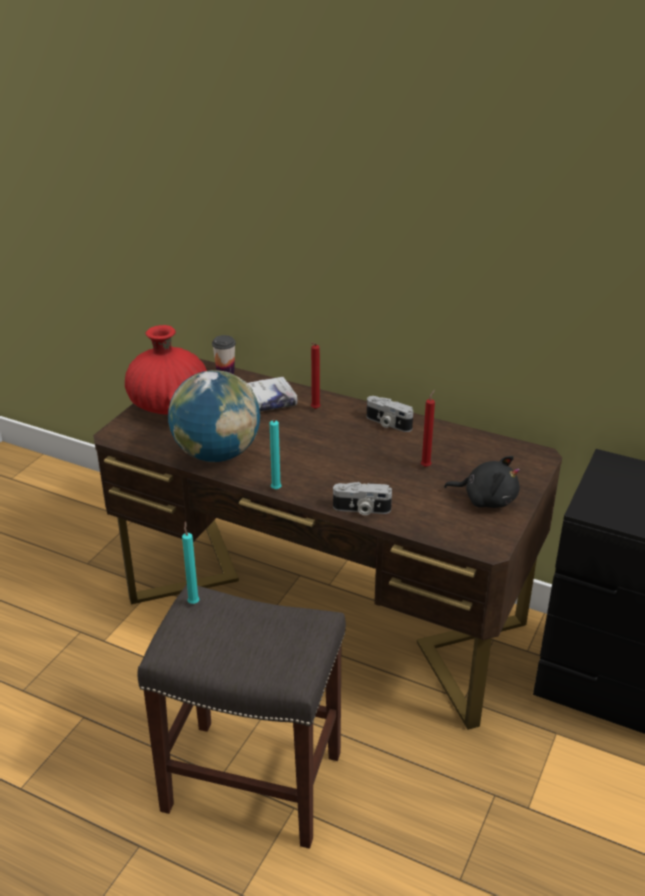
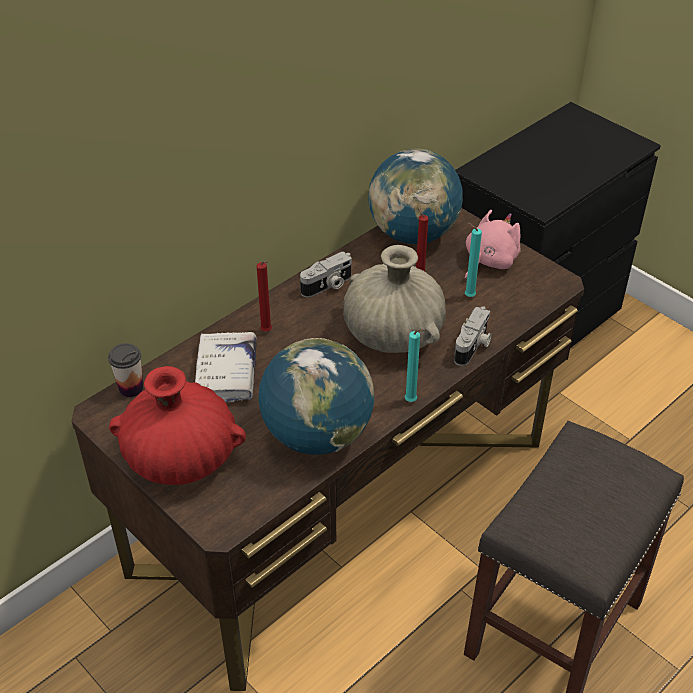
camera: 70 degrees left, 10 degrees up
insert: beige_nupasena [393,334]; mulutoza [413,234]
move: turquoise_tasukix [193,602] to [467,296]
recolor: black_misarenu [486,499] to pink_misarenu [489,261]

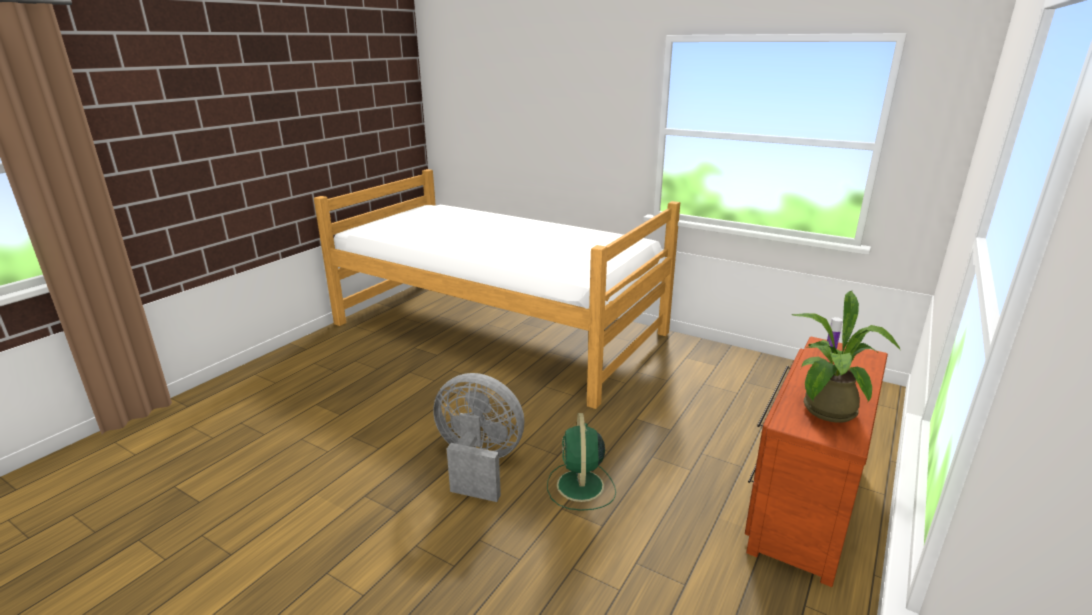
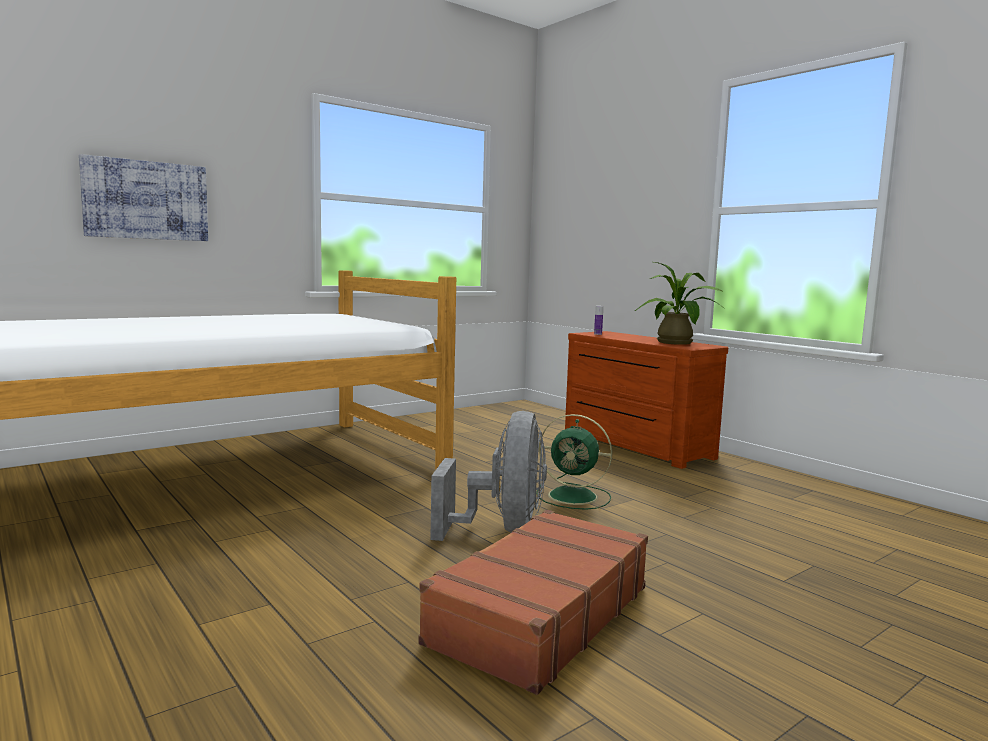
camera: 70 degrees left, 15 degrees down
insert: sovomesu [146,200]; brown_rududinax [539,615]
rotate: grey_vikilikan [479,464] = [502,529] 150 degrees clockwise

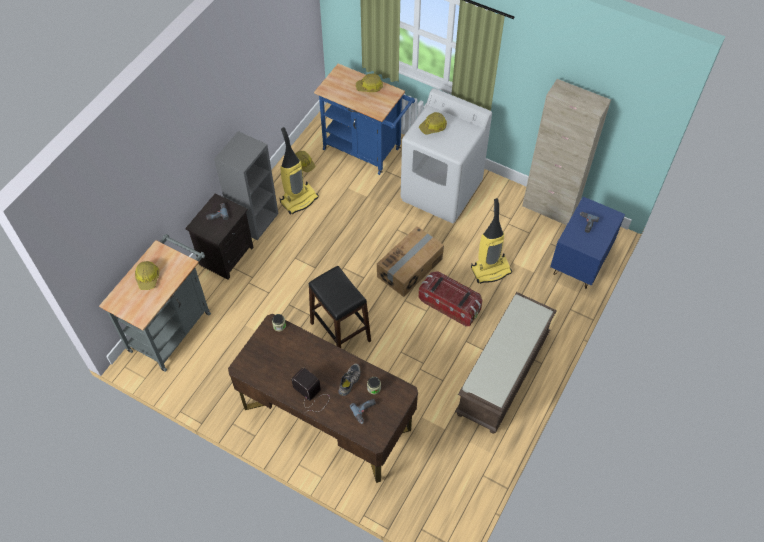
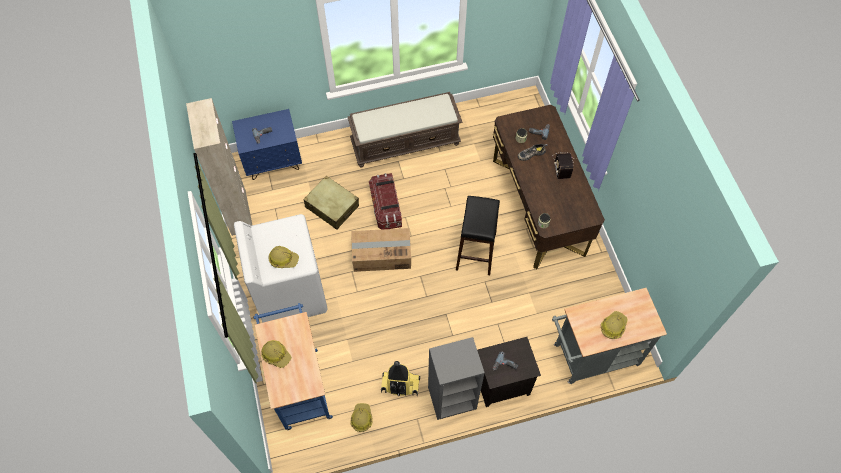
camera: 135 degrees left, 5 degrees up
replace: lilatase [491,270] to beige_rududinax [332,207]

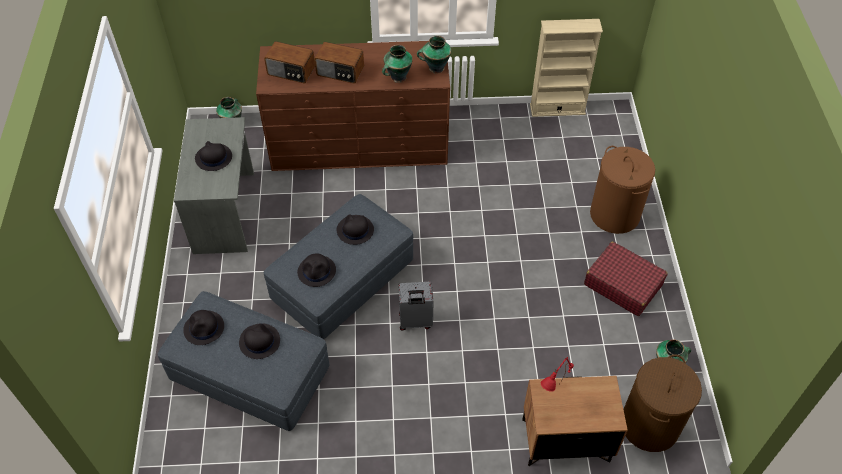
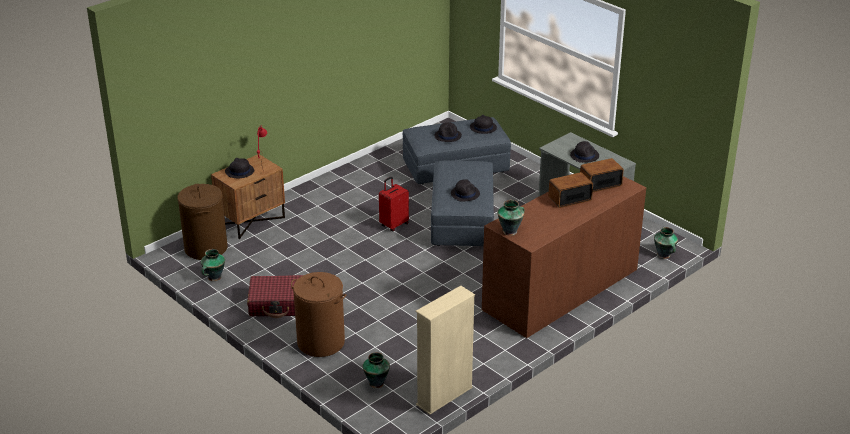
camera: 140 degrees right, 20 degrees down
move: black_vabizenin [317,271] to [239,171]; nupasena [397,78] to [376,382]
recolor: grey_rududinax [415,322] to red_rududinax [394,224]

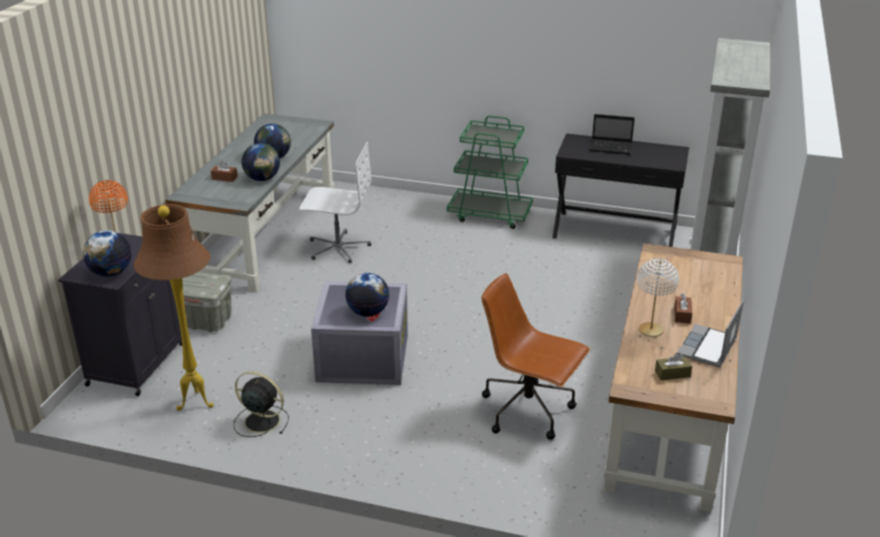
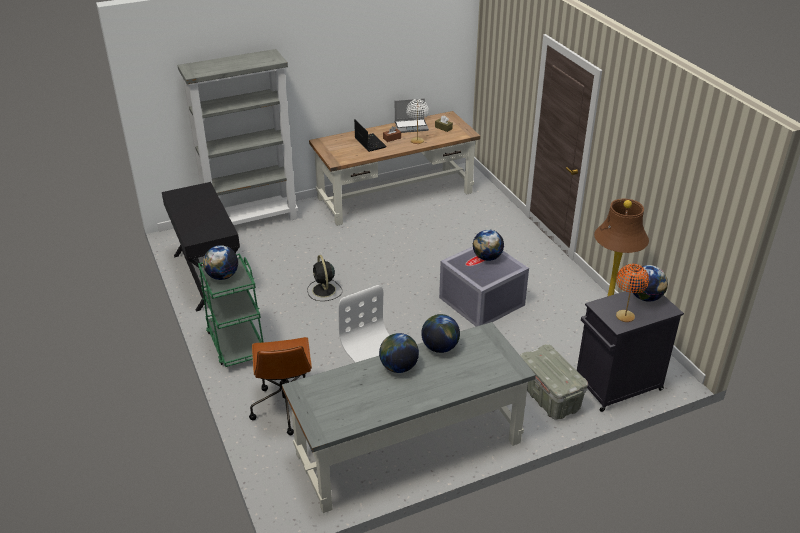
camera: 130 degrees left, 5 degrees up
delete: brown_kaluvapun [224,178]
insert: mulutoza [222,276]
move: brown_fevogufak [529,411] to [286,406]; black_vikilikan [260,421] to [324,291]; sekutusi [611,147] to [369,143]

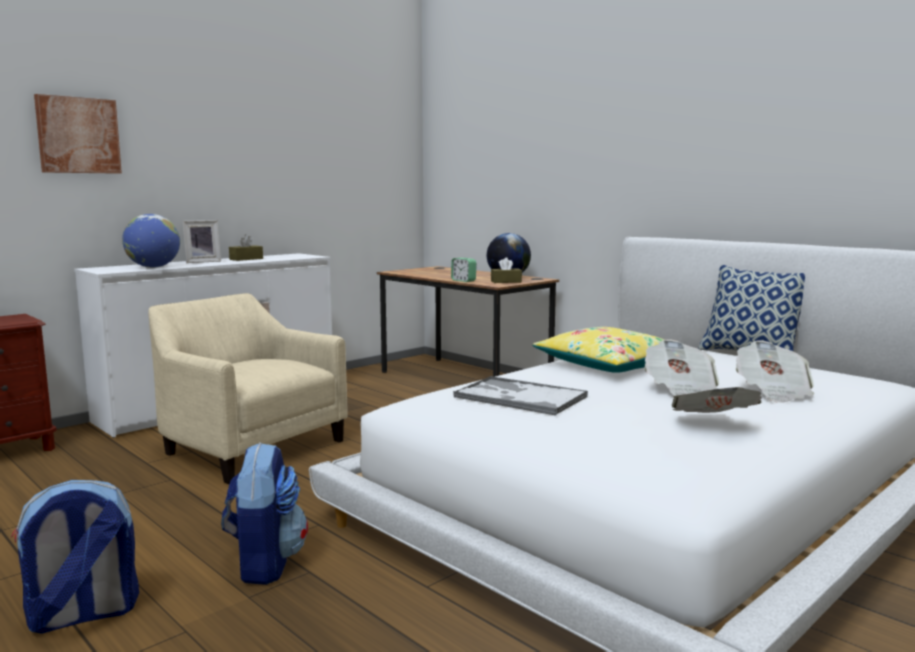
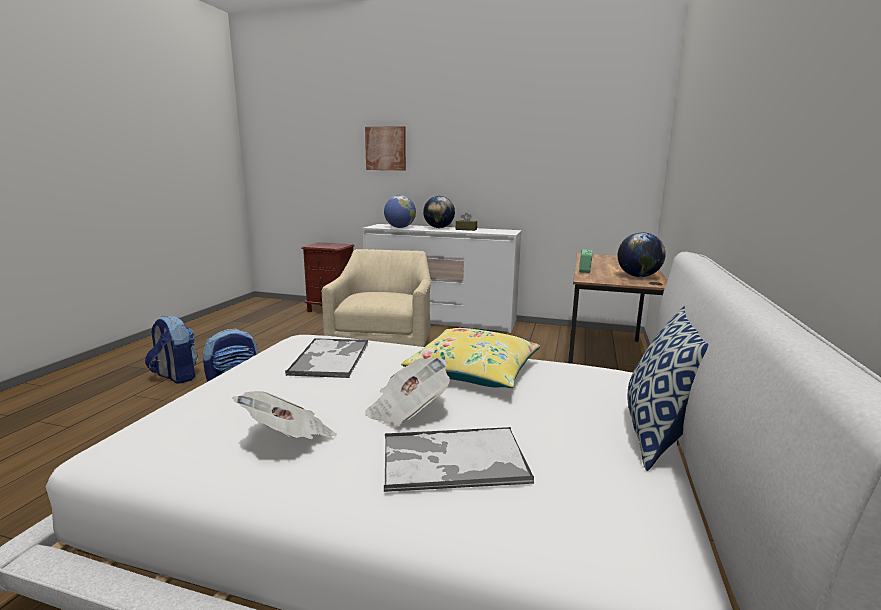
camera: 60 degrees right, 5 degrees up
delete: brown_kaluvapun [506,281]
replace: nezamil [772,392] to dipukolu [452,460]; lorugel [202,261] to mulutoza [438,228]

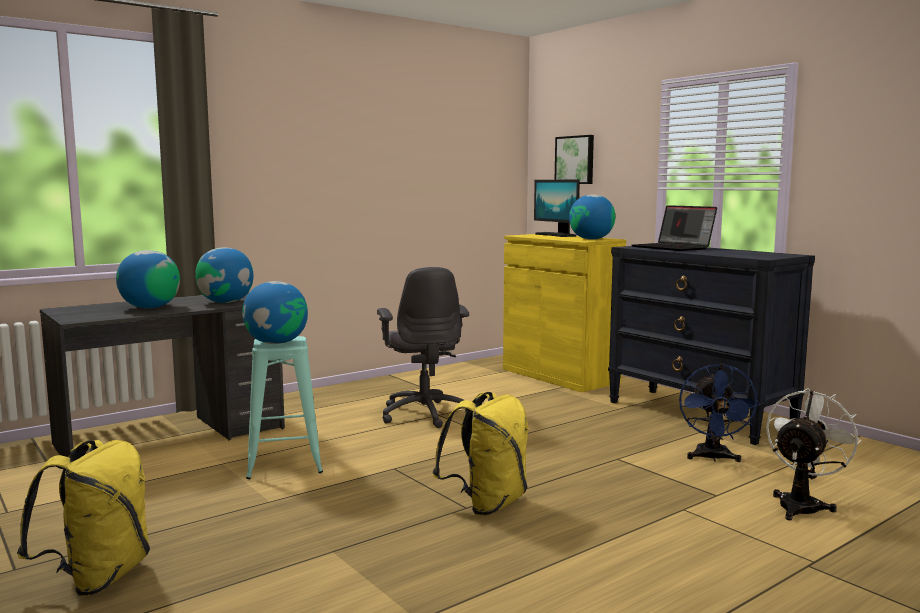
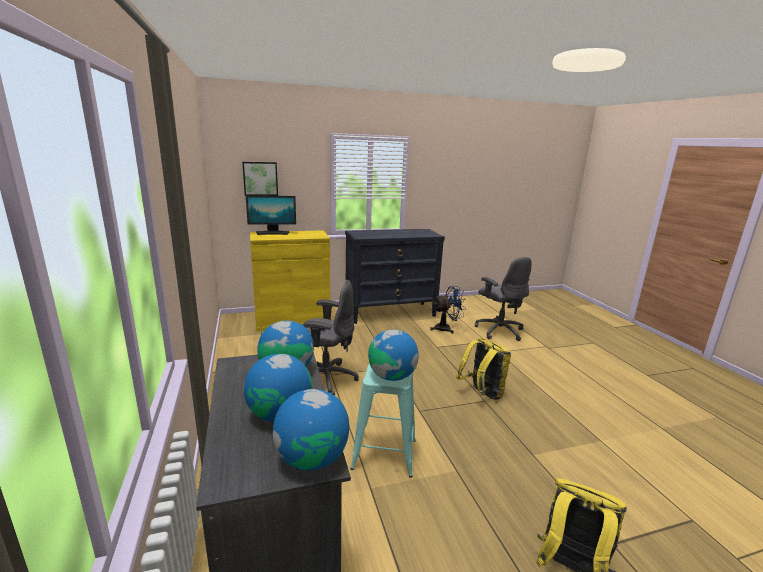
camera: 70 degrees left, 10 degrees up
delete: sekutusi [673,248]
move: mulutoza [591,239] to [312,458]
replace: white_vikilikan [802,505] to grey_fevogufak [499,331]
rotate: blue_vikilikan [713,458] = [446,328] 45 degrees counterclockwise

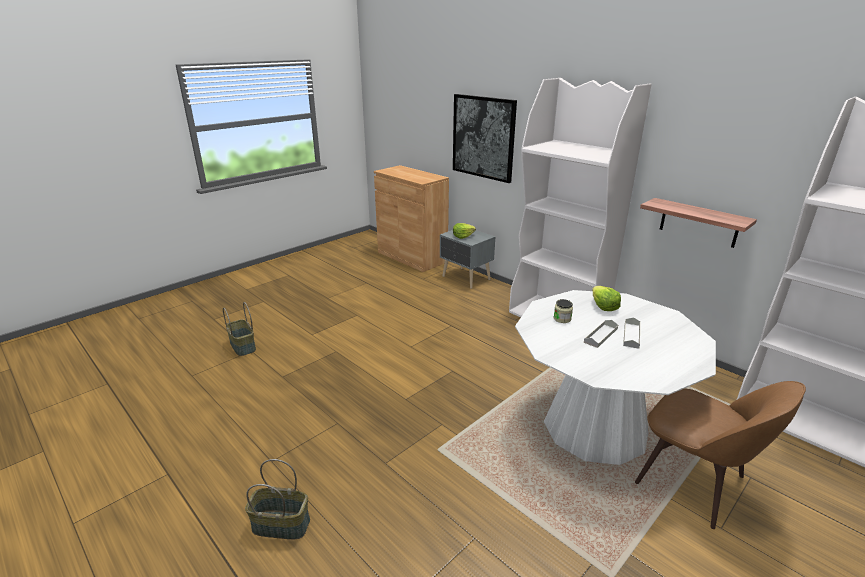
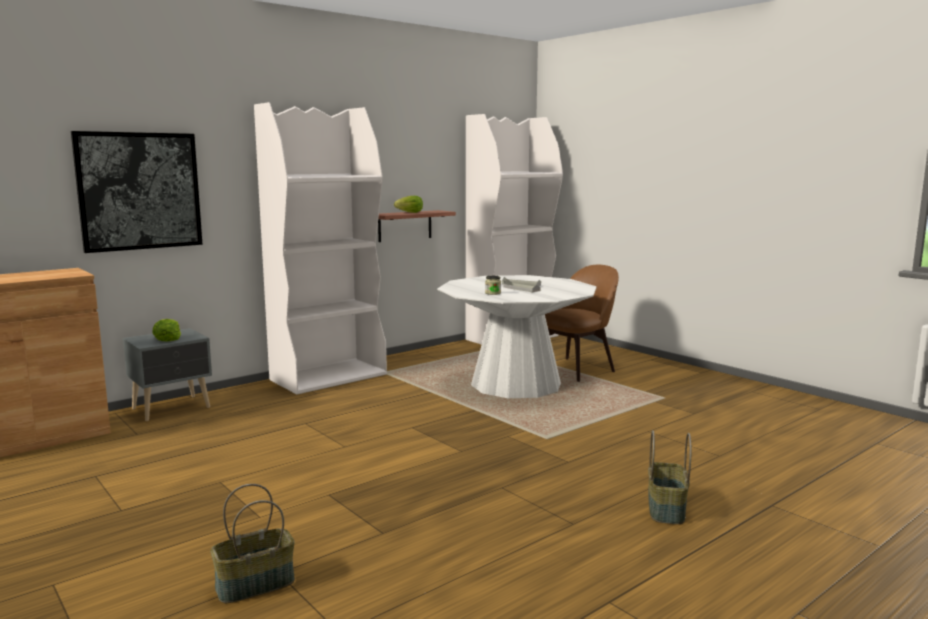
camera: 85 degrees left, 15 degrees down
move: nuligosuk [603,307] to [410,212]

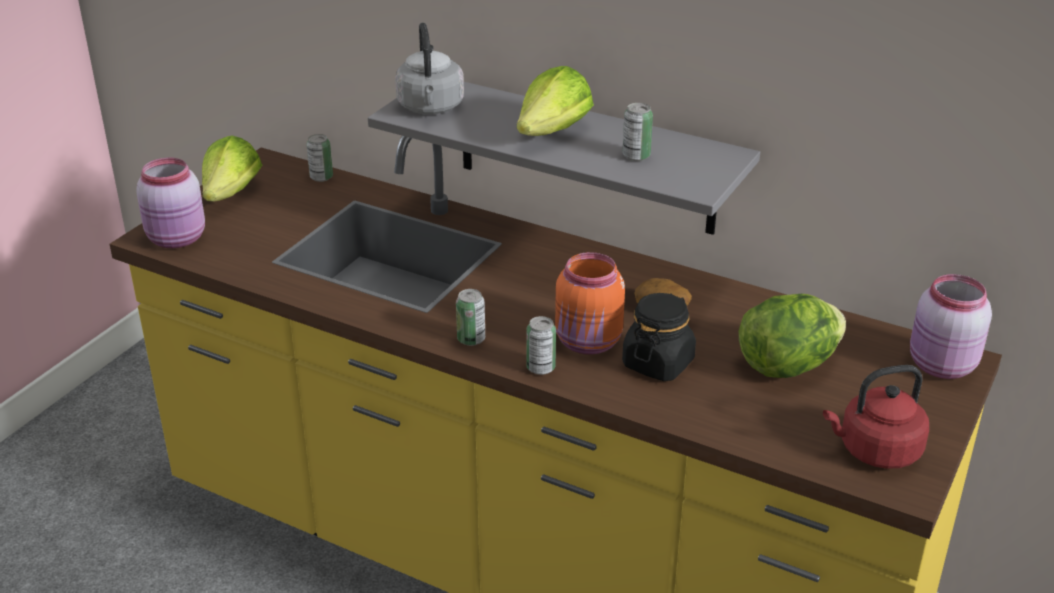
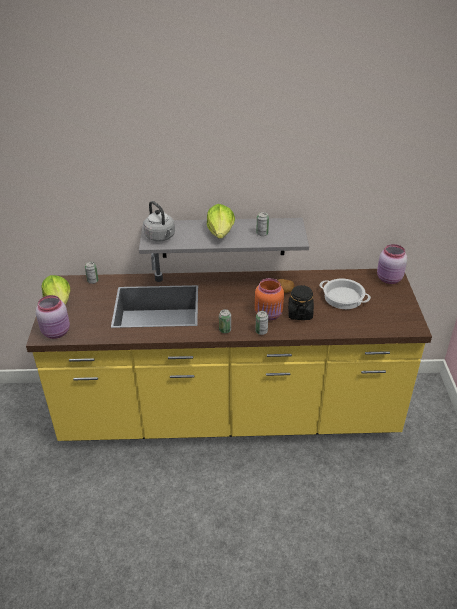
camera: 30 degrees left, 5 degrees up
delete: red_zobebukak [875,451]
replace: nuligosuk [787,366] to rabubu [342,298]

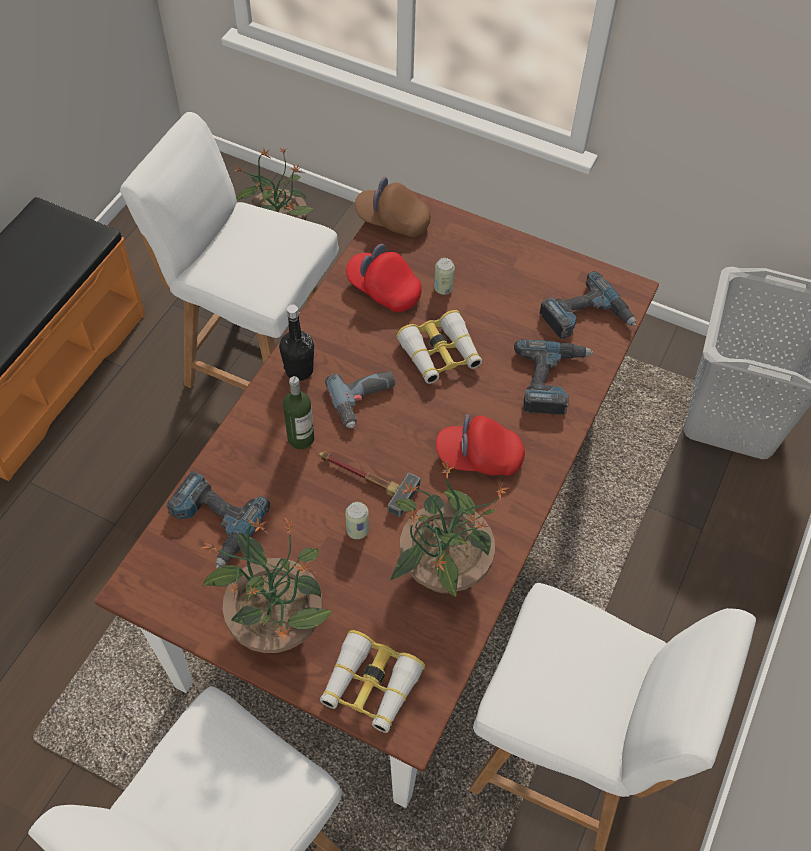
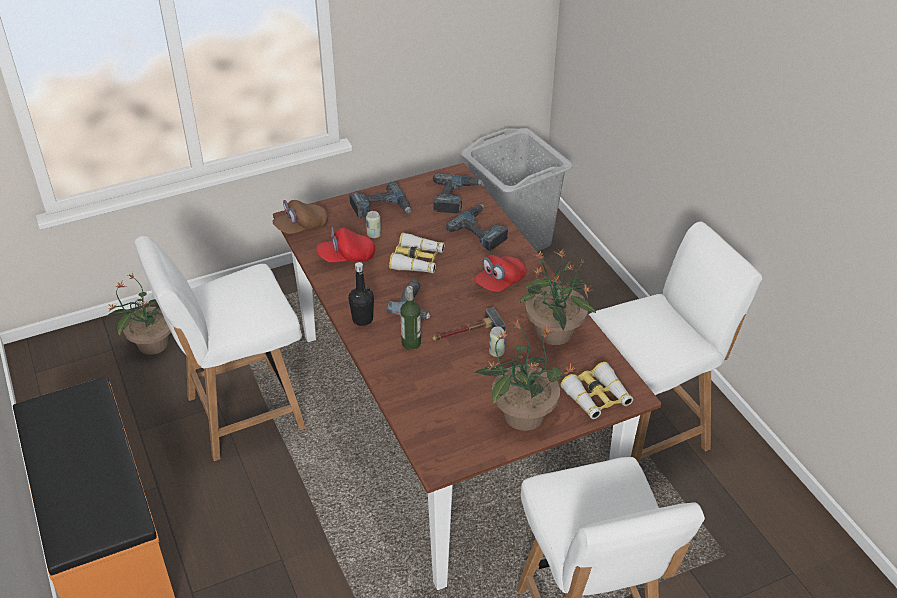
camera: 50 degrees left, 15 degrees down
move: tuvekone [213,522] to [381,208]

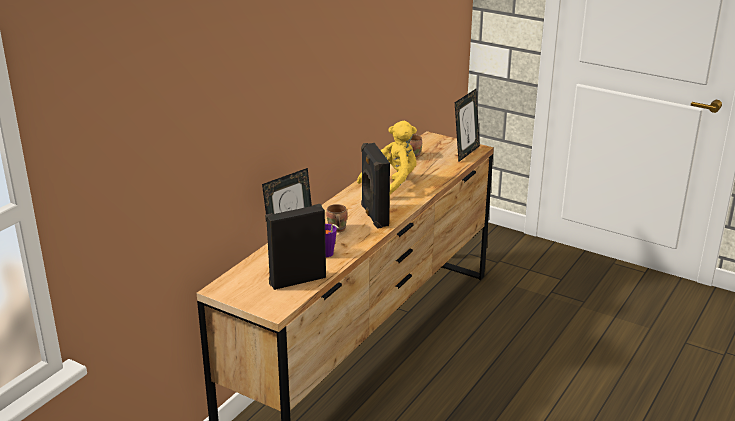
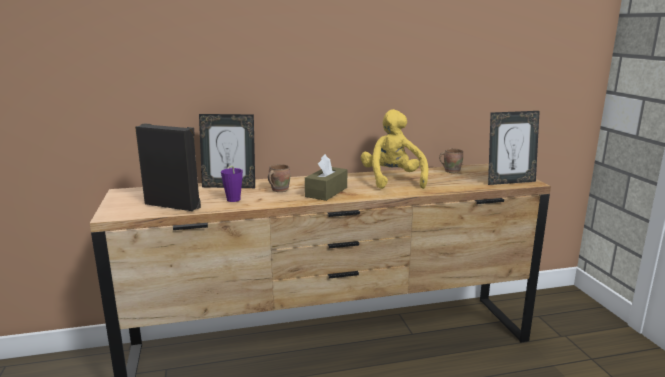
camera: 45 degrees right, 10 degrees down
replace: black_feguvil [373,216] to brown_kaluvapun [326,192]
rotate: yellow_misarenu [392,183] = [392,180] 105 degrees counterclockwise

